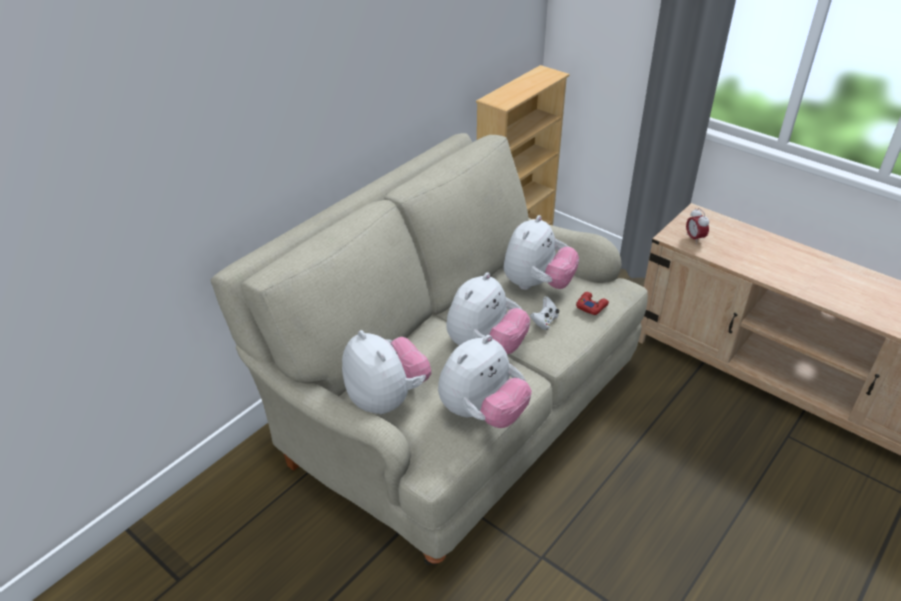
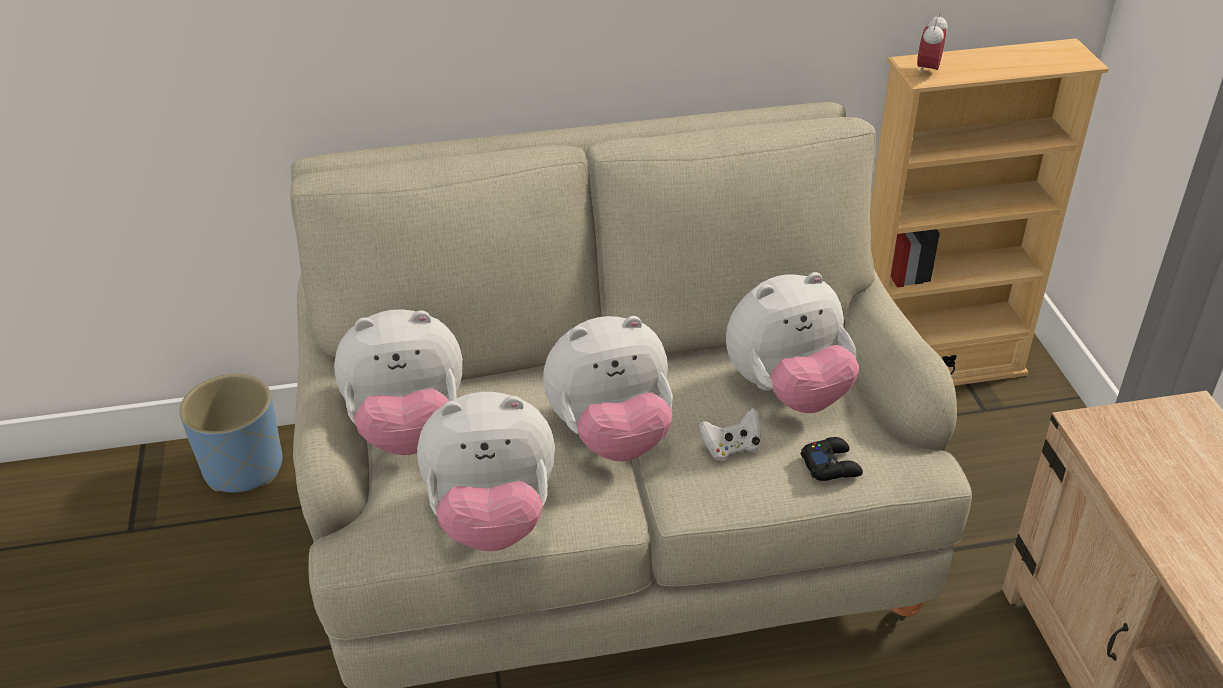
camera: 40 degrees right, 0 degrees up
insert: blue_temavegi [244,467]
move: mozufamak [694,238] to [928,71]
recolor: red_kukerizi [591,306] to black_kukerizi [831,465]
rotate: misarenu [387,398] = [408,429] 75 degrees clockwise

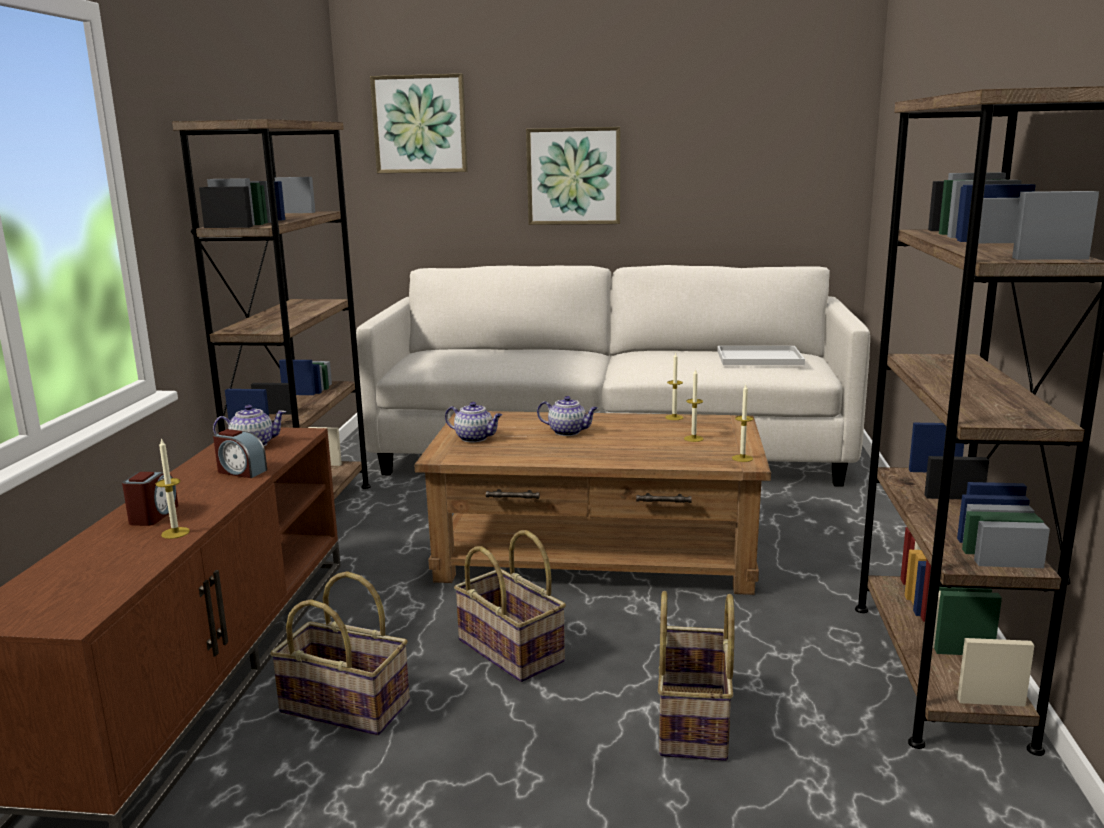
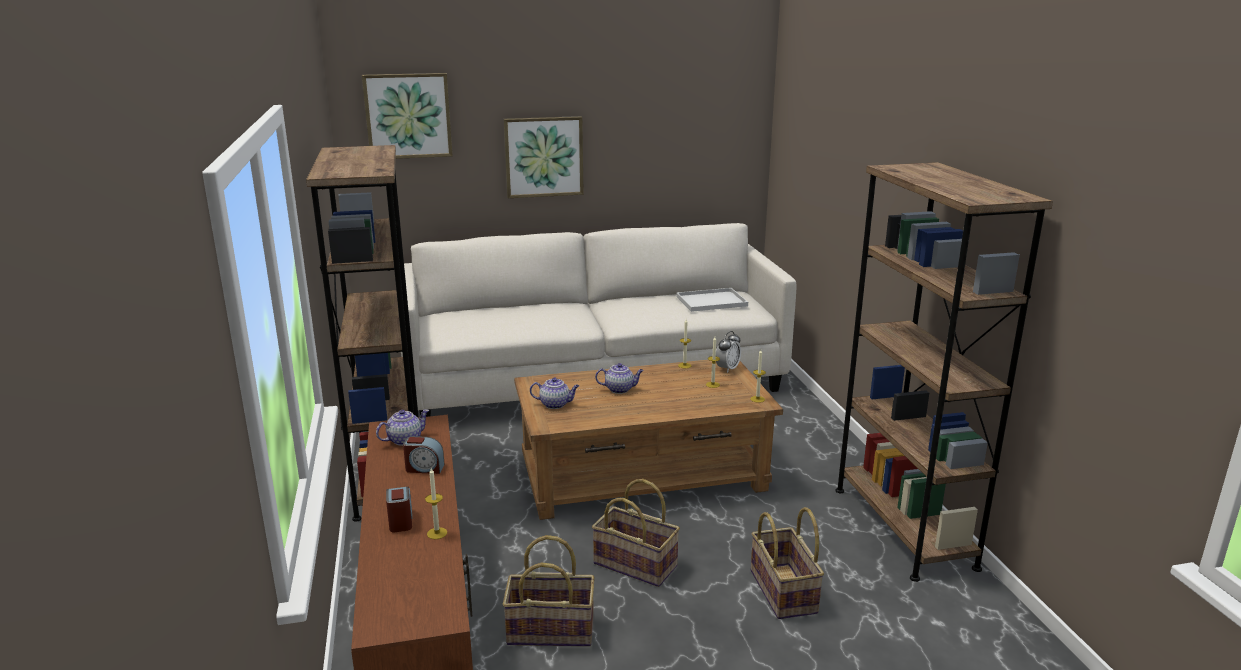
camera: 20 degrees left, 5 degrees up
insert: mozufamak [727,368]

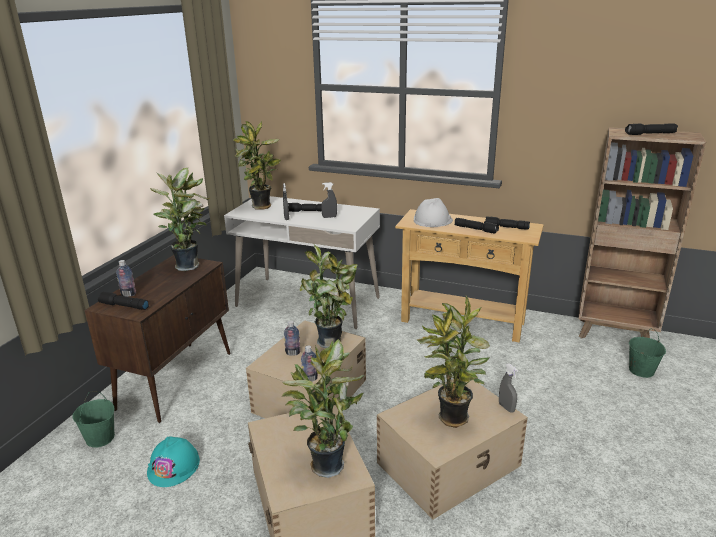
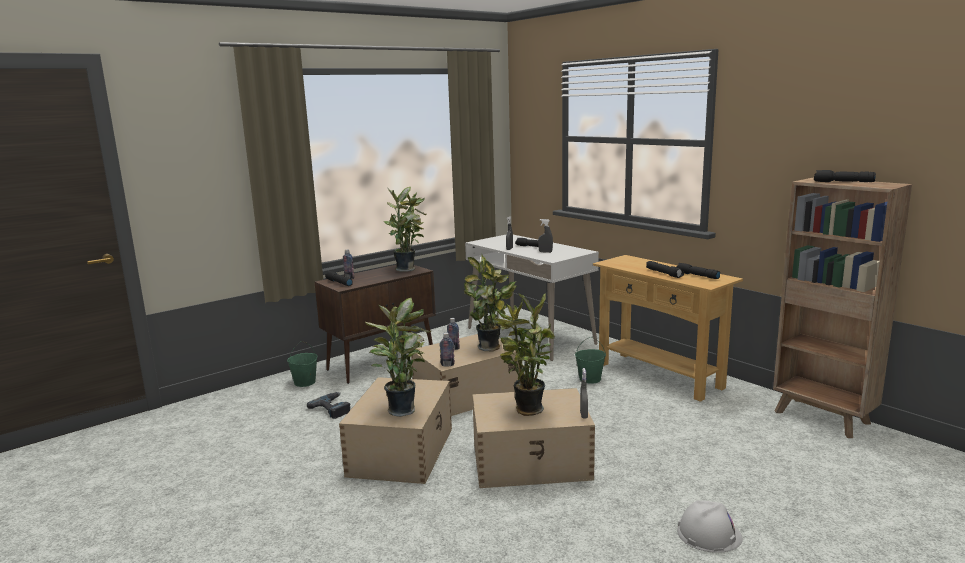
camera: 30 degrees right, 10 degrees down
delete: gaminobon [262,207]
move: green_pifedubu [641,370] to [590,379]; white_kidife [432,220] to [709,534]
replace: turquoise_kidife [174,466] to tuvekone [333,408]

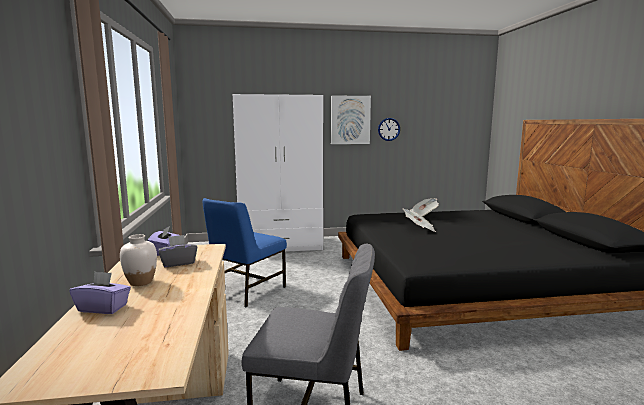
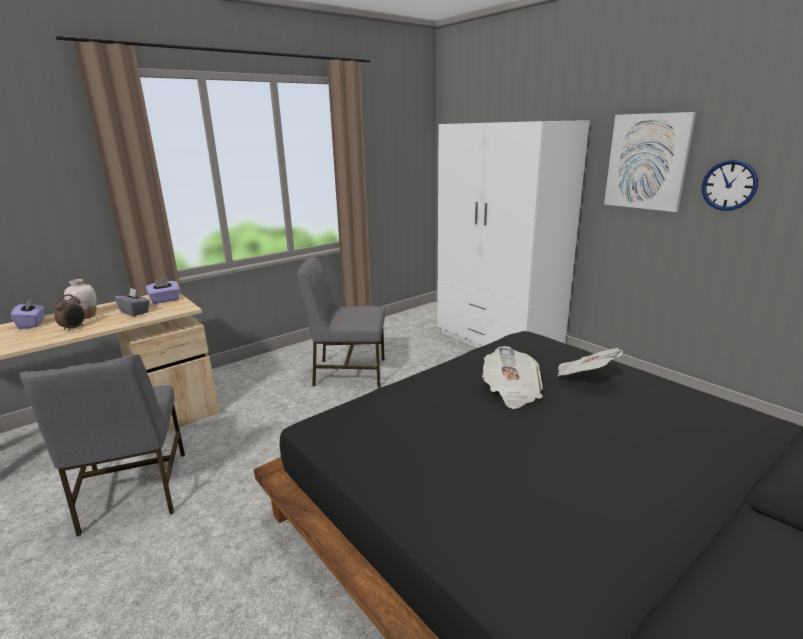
camera: 60 degrees right, 10 degrees up
insert: mozufamak [74,328]
recolor: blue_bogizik [246,291] to grey_bogizik [348,372]

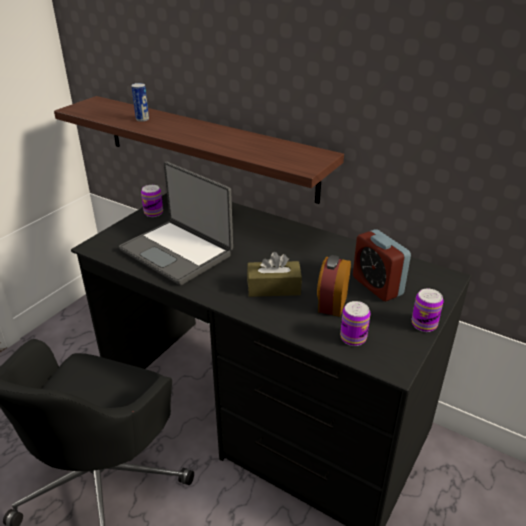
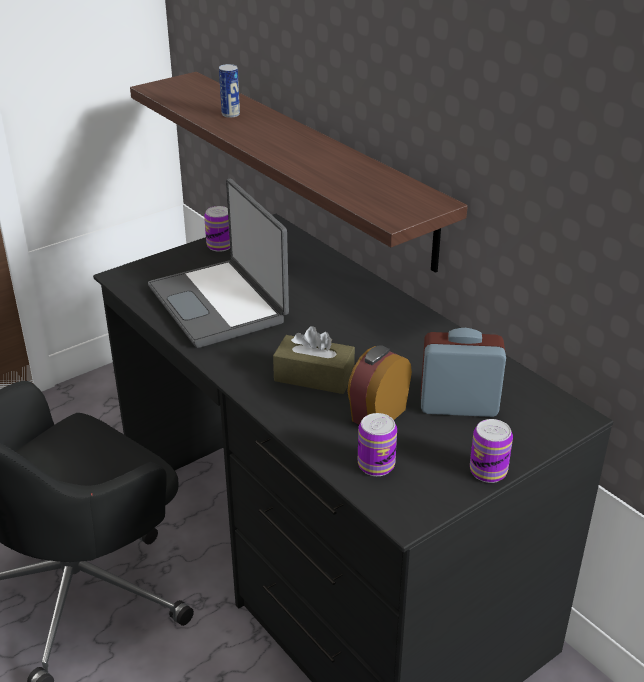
camera: 20 degrees right, 0 degrees up
rotate: mozufamak [377,286] = [458,405] 105 degrees clockwise

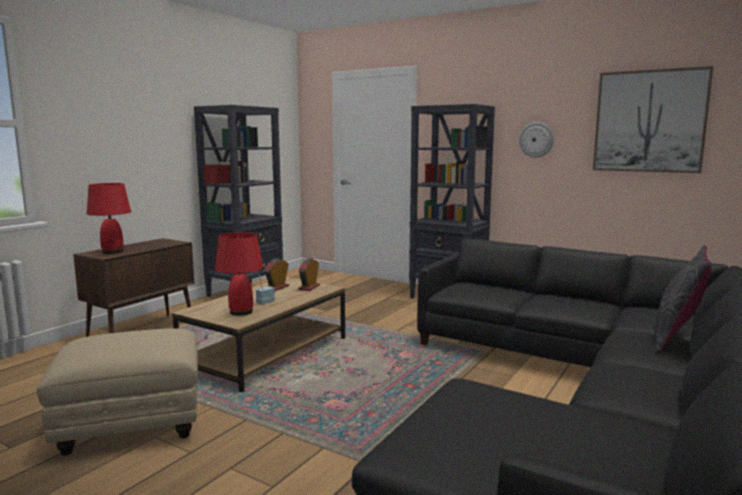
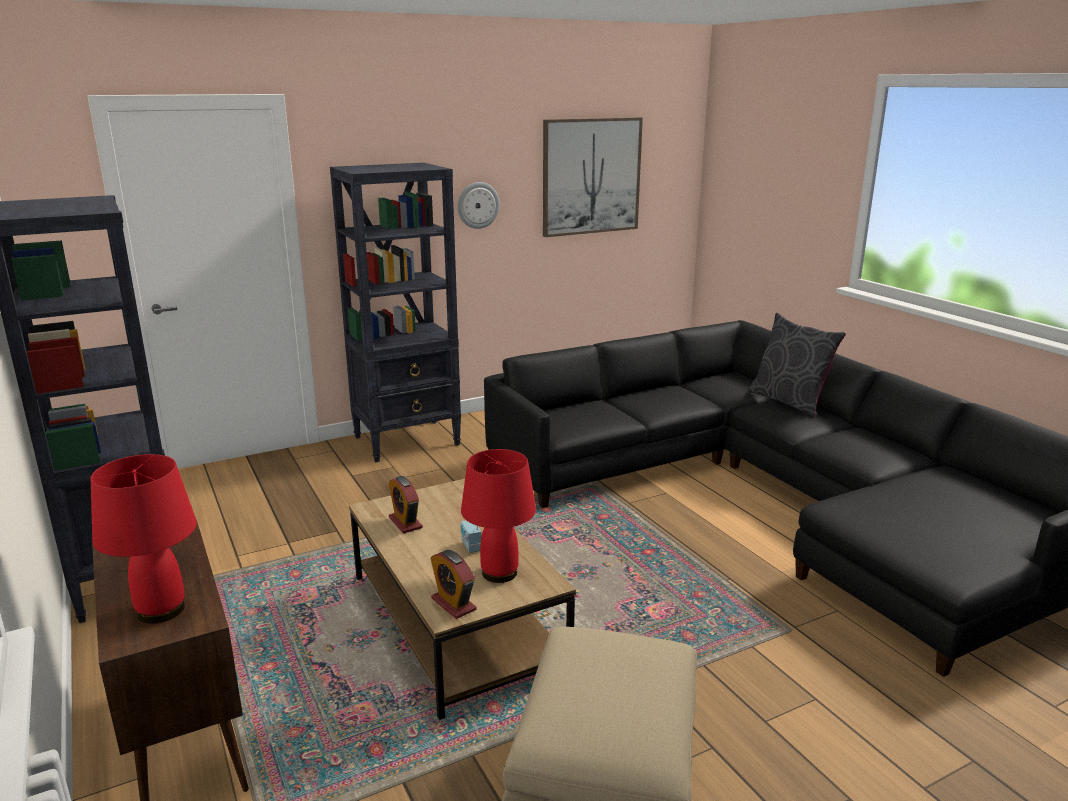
camera: 60 degrees left, 10 degrees up
move: mozufamak [309,287] to [453,604]

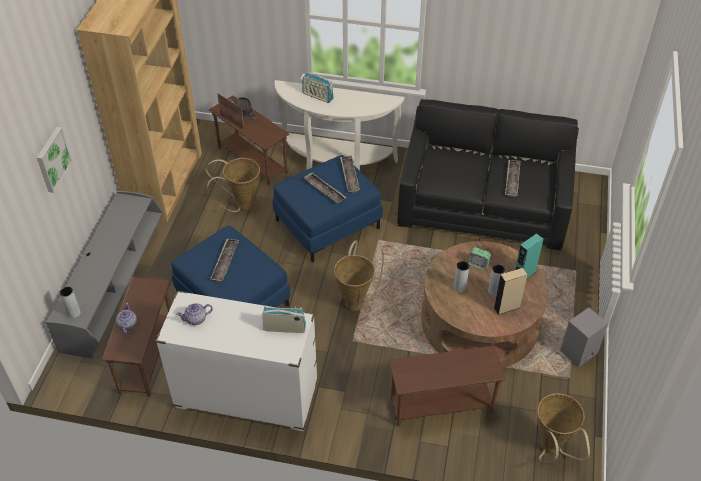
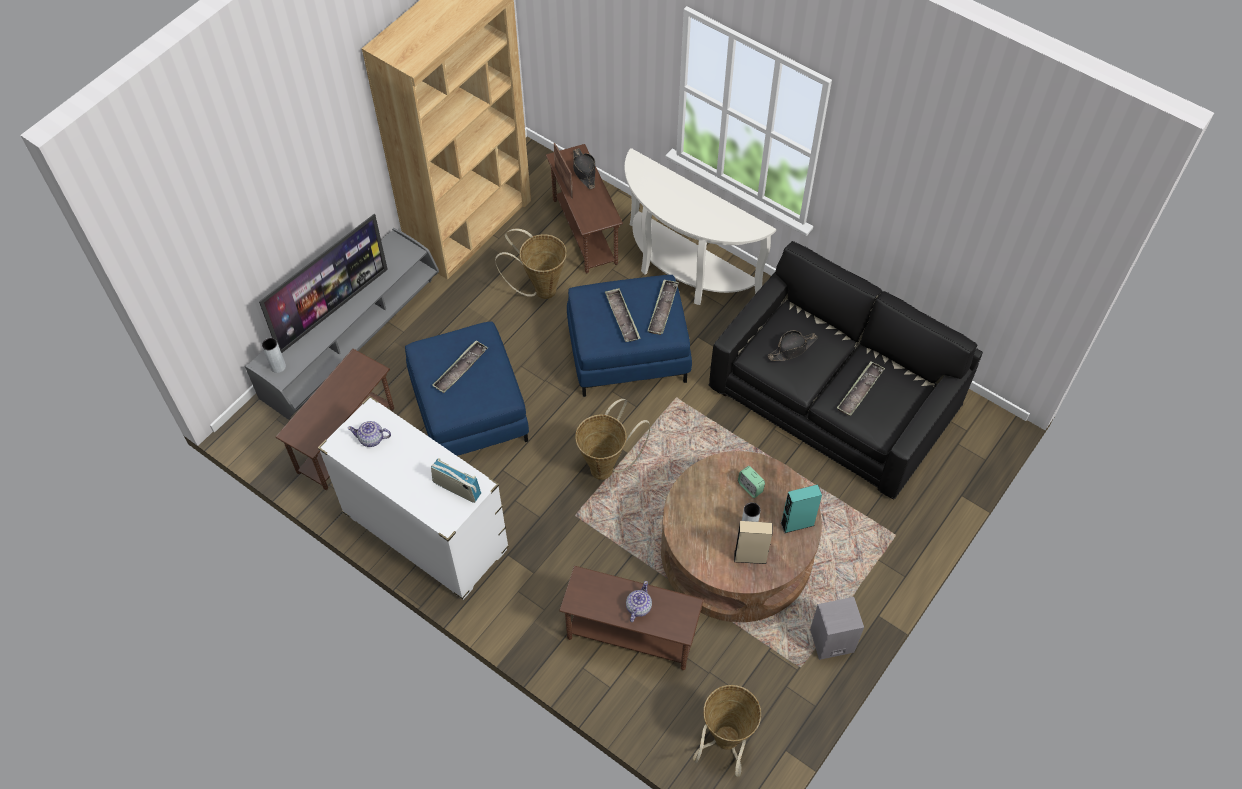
camera: 25 degrees right, 10 degrees up
delete: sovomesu [52,159]; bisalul [317,96]; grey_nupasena [459,287]
insert: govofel [332,309]; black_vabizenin [792,349]
move: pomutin [127,325] to [638,607]

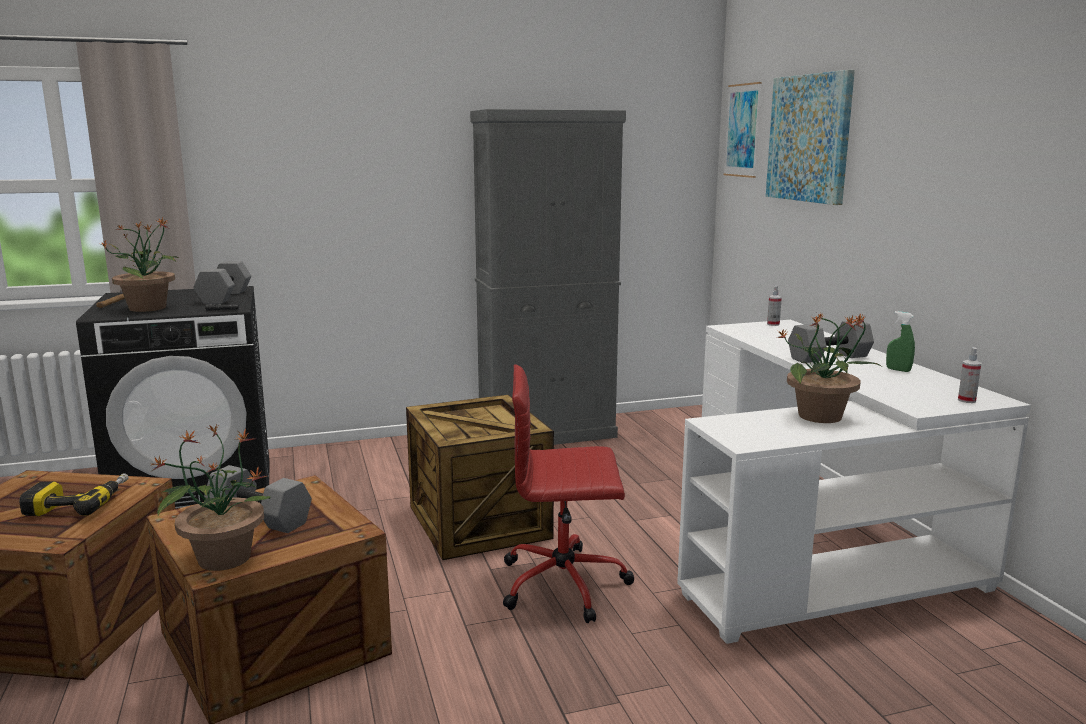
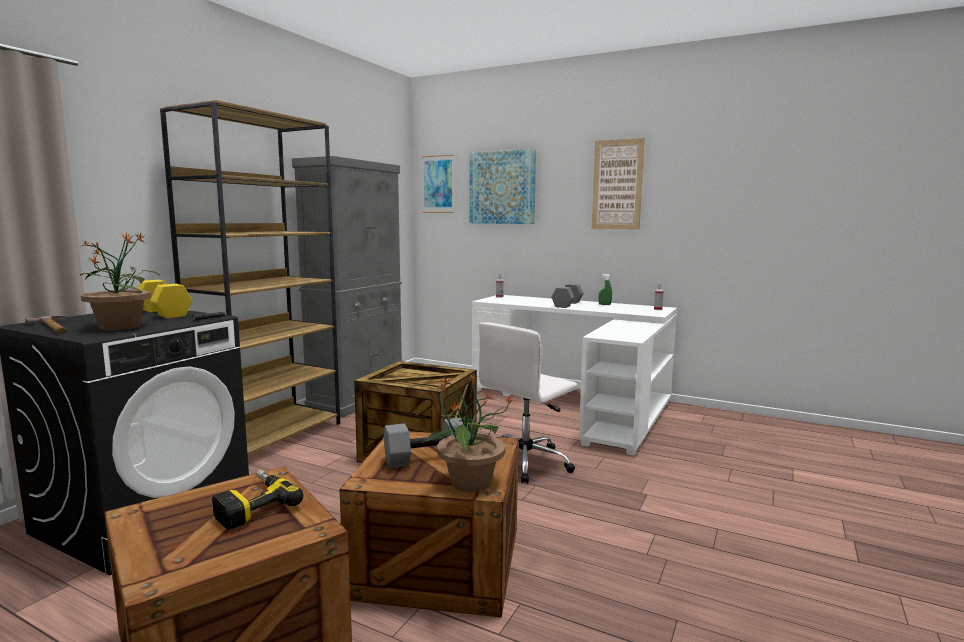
camera: 45 degrees left, 5 degrees down
delete: gaminobon [821,416]
insert: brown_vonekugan [271,438]; sovomesu [617,184]
recolor: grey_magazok [224,297] to yellow_magazok [162,313]; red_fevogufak [565,584] to white_fevogufak [526,462]

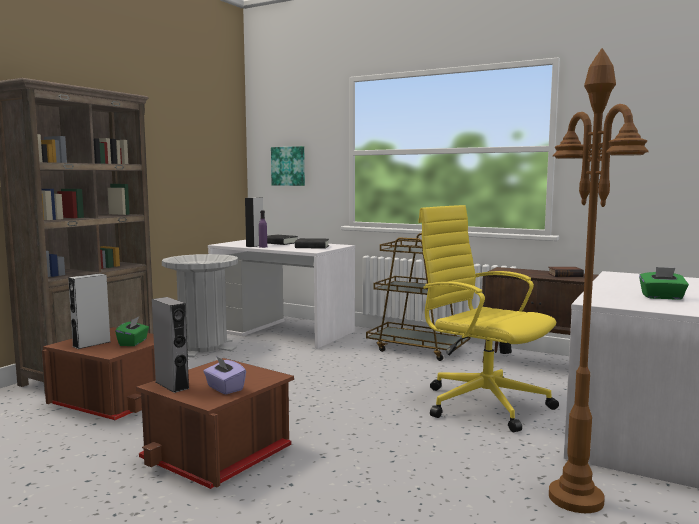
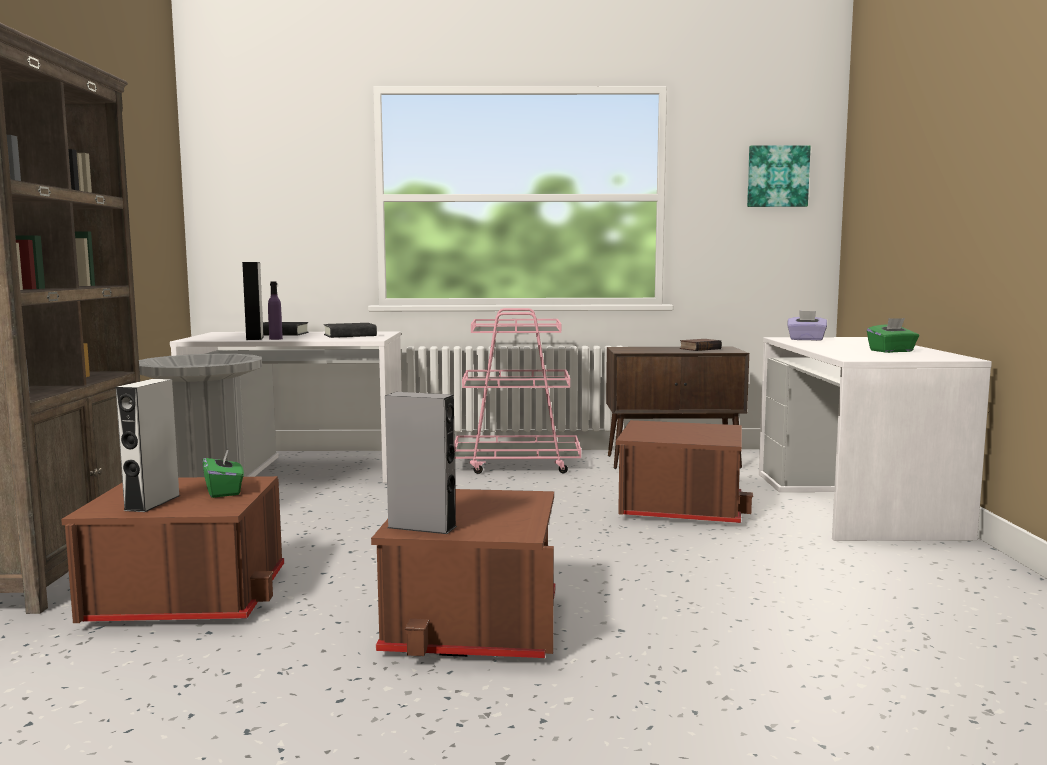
camera: 30 degrees left, 0 degrees up
delete: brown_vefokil [576,499]
move: sovomesu [288,166] to [777,176]; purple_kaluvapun [224,388] to [806,339]
replace: yellow_fevogufak [482,403] to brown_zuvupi [680,507]
recolor: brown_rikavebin [418,348] to pink_rikavebin [517,464]

